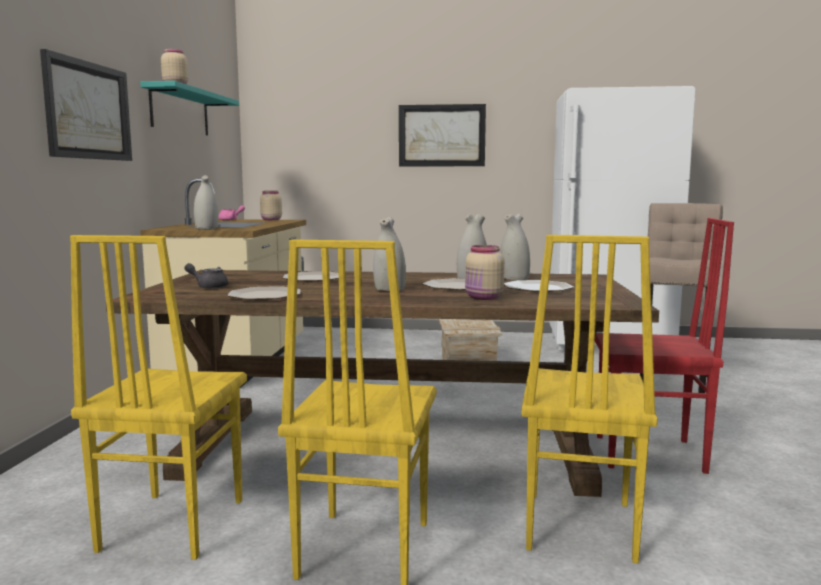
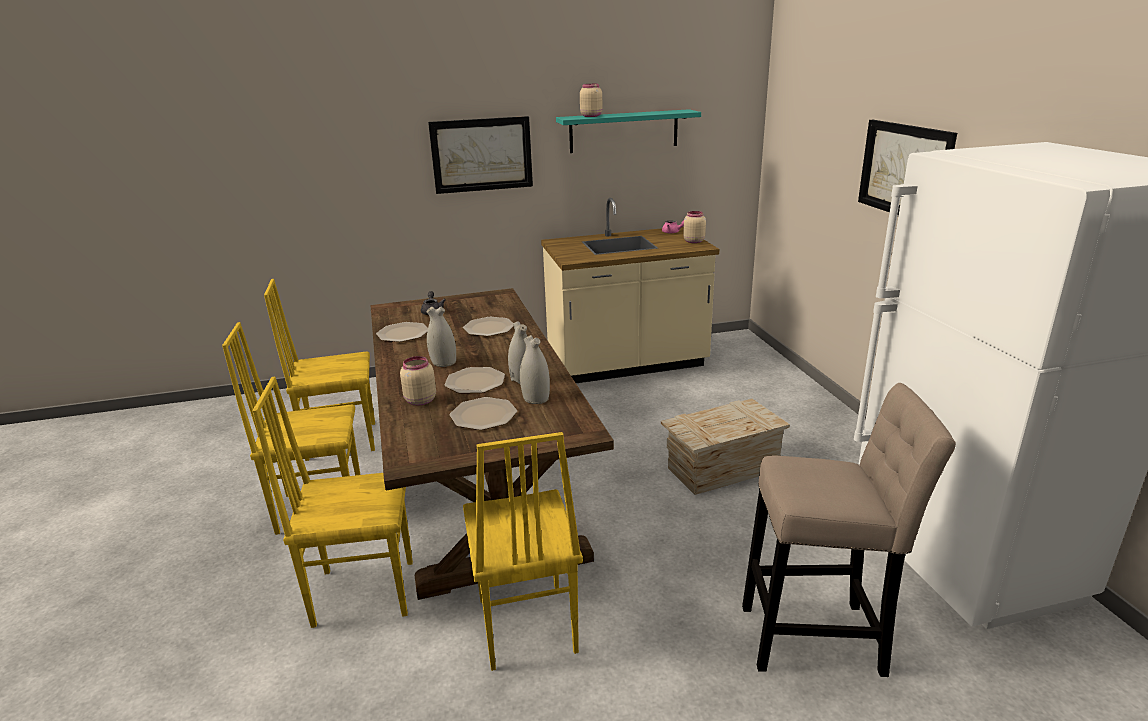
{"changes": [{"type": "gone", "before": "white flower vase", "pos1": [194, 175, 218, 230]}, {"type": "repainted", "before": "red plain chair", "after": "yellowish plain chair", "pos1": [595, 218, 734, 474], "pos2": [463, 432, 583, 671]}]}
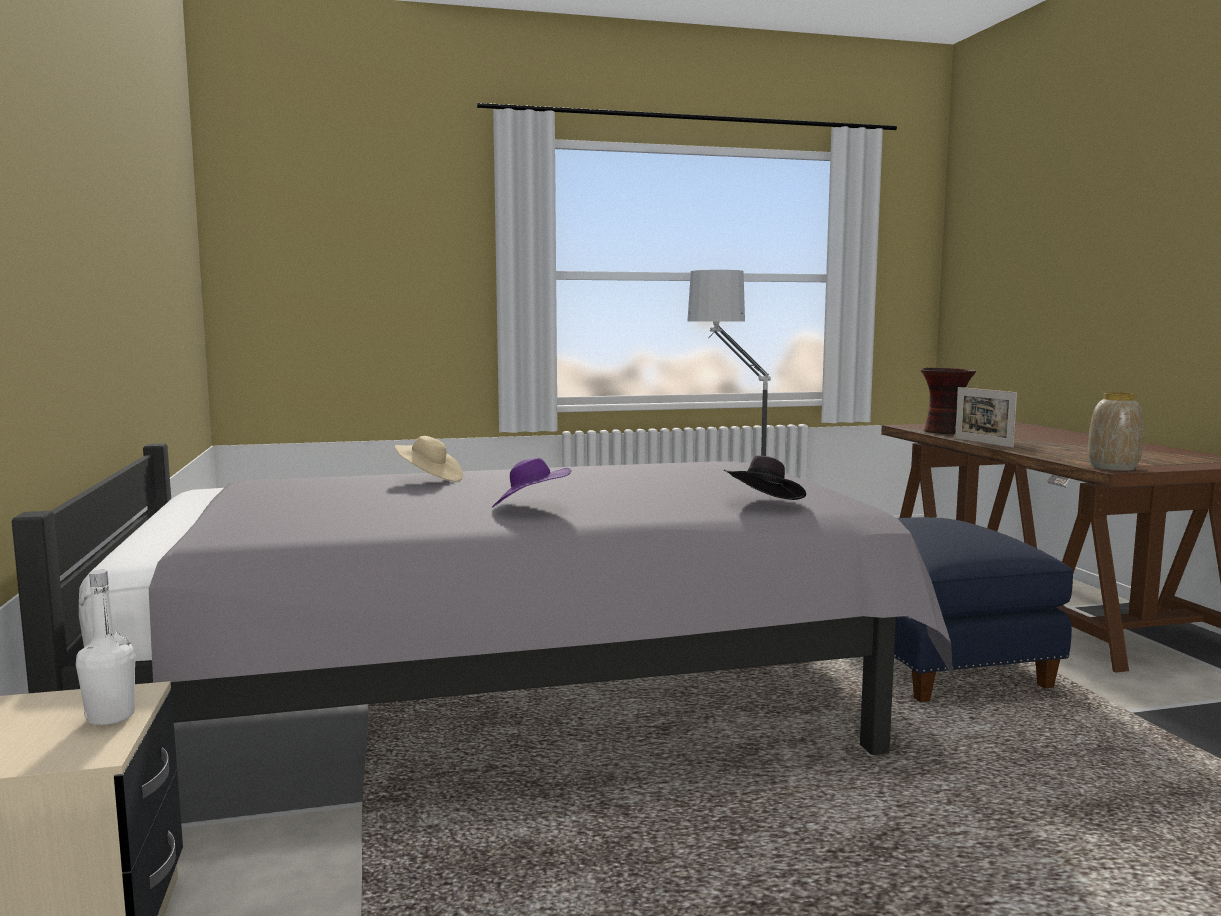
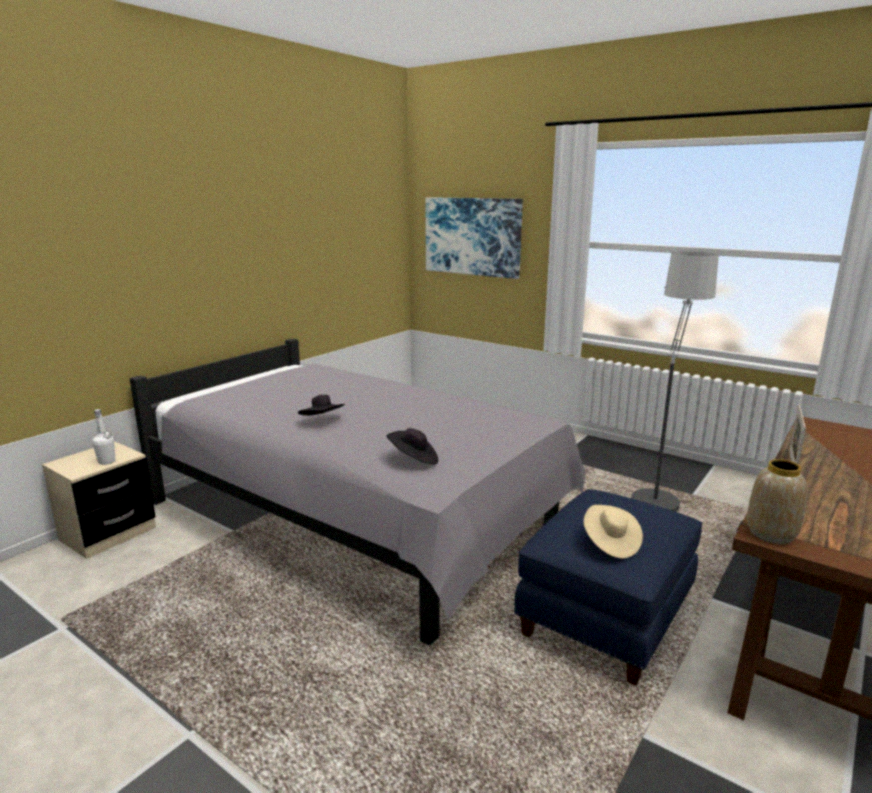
{"changes": [{"type": "shifted", "before": "beige-coloured clothing hat", "pos1": [394, 436, 463, 482], "pos2": [583, 505, 643, 559]}, {"type": "repainted", "before": "purple clothing hat", "after": "black-coloured clothing hat", "pos1": [492, 457, 571, 508], "pos2": [298, 395, 345, 416]}, {"type": "gone", "before": "flower vase", "pos1": [920, 368, 976, 434]}, {"type": "new", "after": "wall art", "pos2": [425, 197, 523, 279]}]}
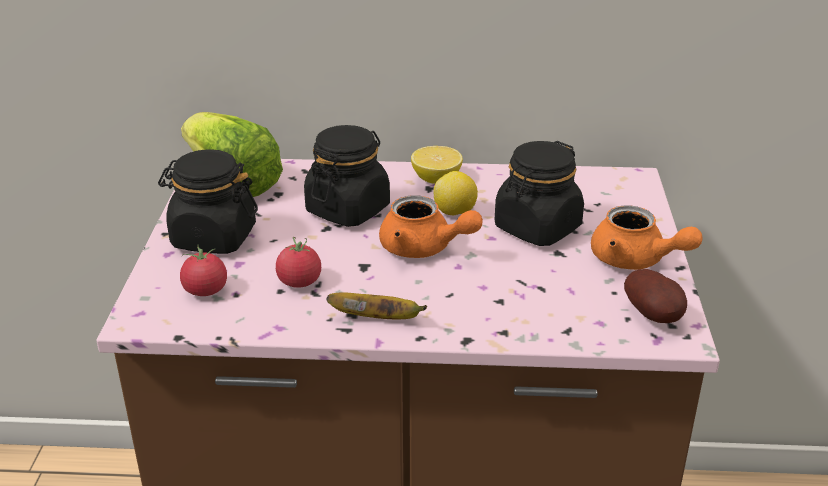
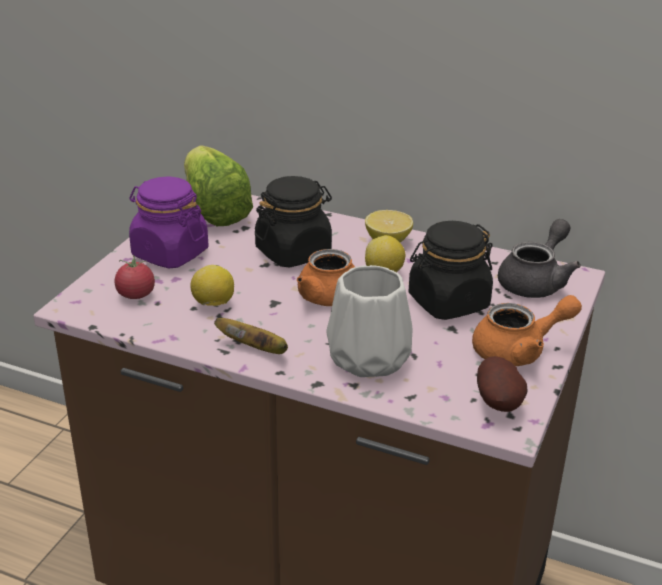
{"changes": [{"type": "repainted", "before": "black-coloured preserve jar", "after": "purple preserve jar", "pos1": [158, 149, 258, 254], "pos2": [129, 177, 209, 268]}, {"type": "swapped", "before": "fresh tomato", "after": "citrus fruit", "pos1": [276, 237, 321, 288], "pos2": [190, 265, 234, 306]}, {"type": "rotated", "before": "orangey tea pot", "pos1": [591, 205, 703, 270], "pos2": [472, 295, 582, 366], "turn": -75}, {"type": "new", "after": "white flower vase", "pos2": [326, 265, 413, 377]}, {"type": "new", "after": "gray tea pot", "pos2": [498, 219, 581, 298]}]}
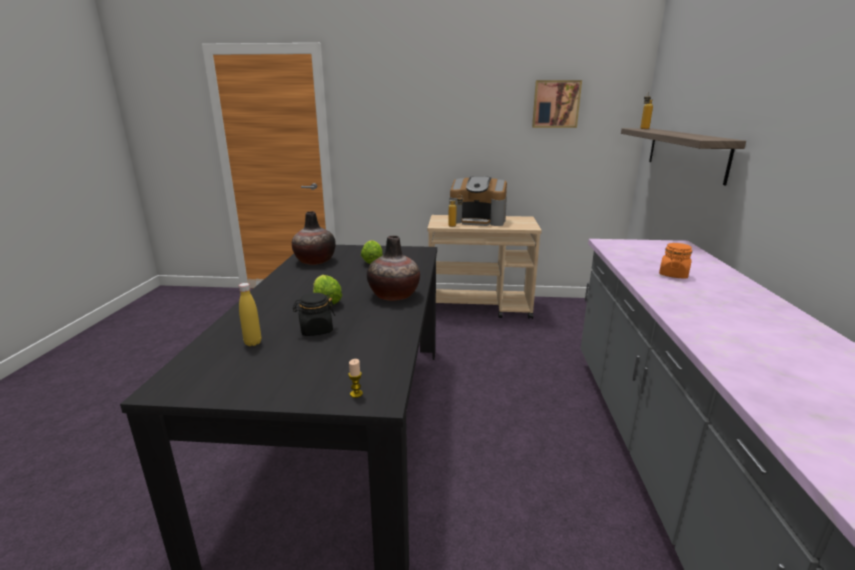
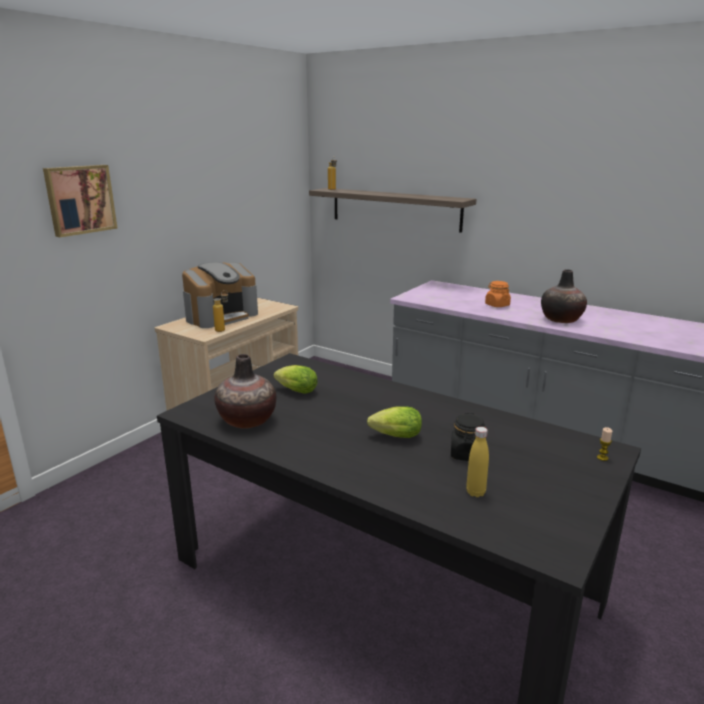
{"changes": [{"type": "shifted", "before": "flower vase", "pos1": [367, 236, 420, 301], "pos2": [541, 269, 587, 323]}, {"type": "shifted", "before": "wall art", "pos1": [532, 80, 582, 128], "pos2": [43, 165, 117, 237]}]}
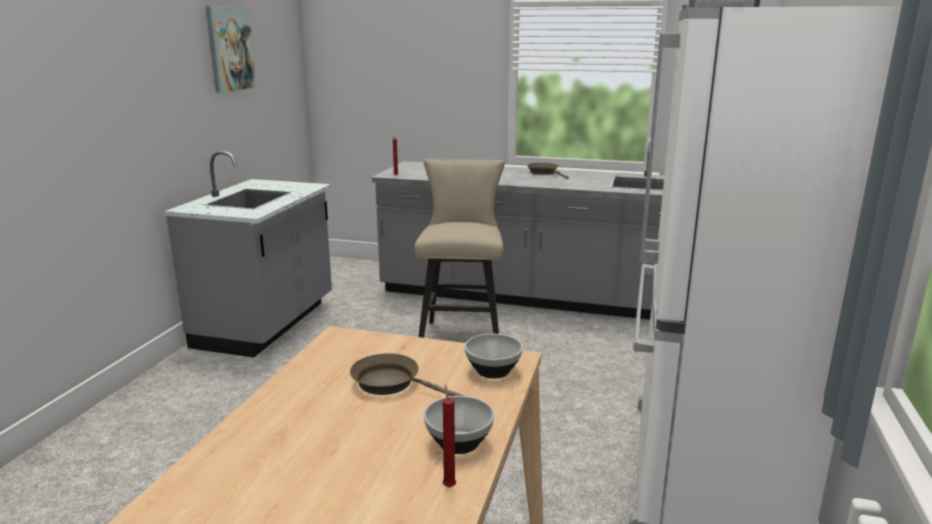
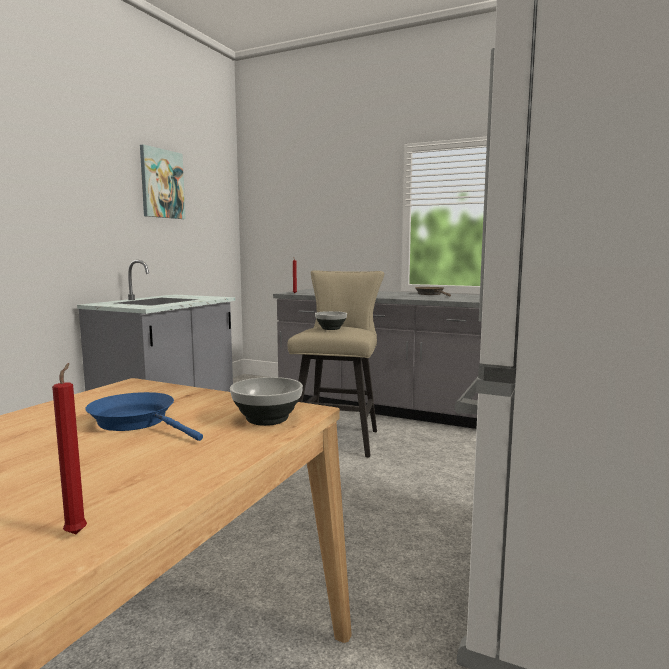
{"changes": [{"type": "repainted", "before": "brownish pan", "after": "blue-coloured pan", "pos1": [350, 353, 463, 396], "pos2": [85, 392, 203, 441]}, {"type": "shifted", "before": "serving bowl", "pos1": [424, 396, 494, 454], "pos2": [315, 311, 347, 330]}]}
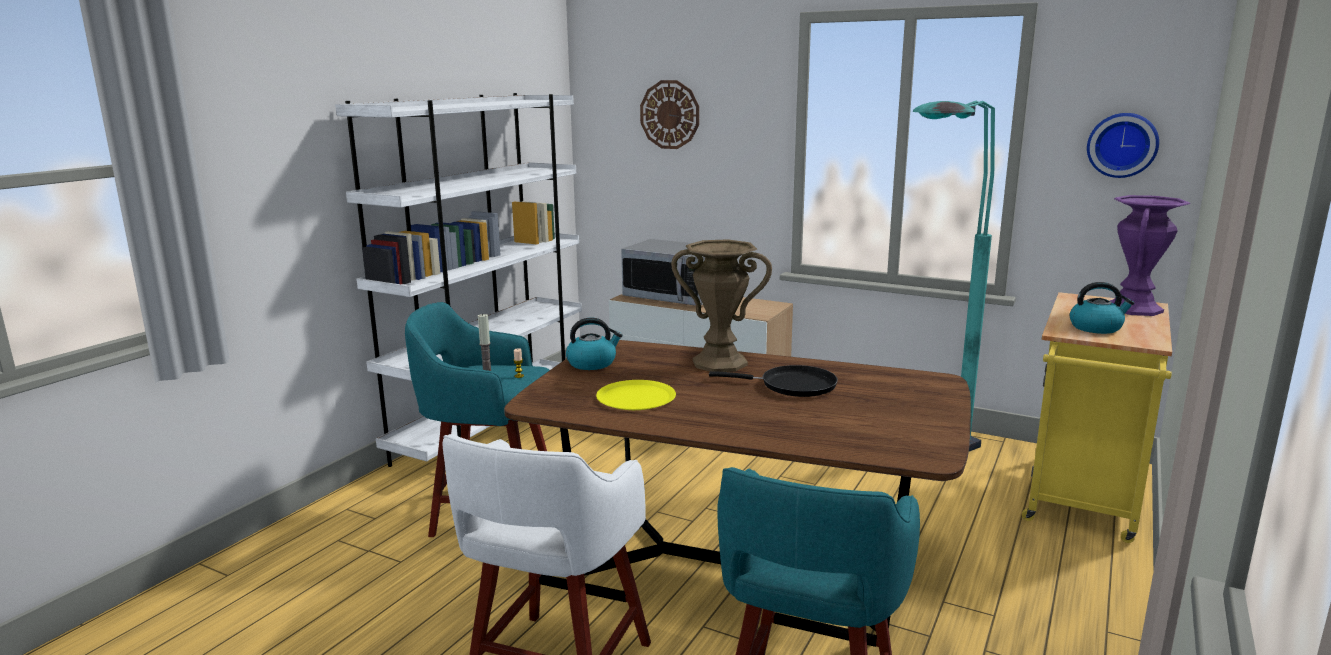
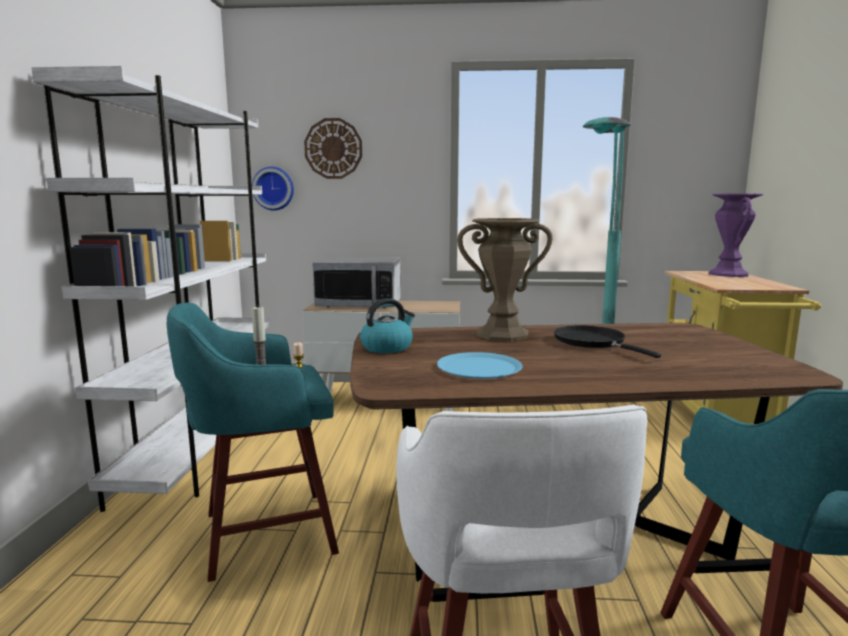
{"changes": [{"type": "repainted", "before": "yellowish plate", "after": "blue-coloured plate", "pos1": [596, 380, 676, 410], "pos2": [437, 352, 523, 379]}, {"type": "rotated", "before": "black-coloured pan", "pos1": [709, 365, 838, 397], "pos2": [554, 325, 661, 358], "turn": -105}, {"type": "gone", "before": "water kettle", "pos1": [1070, 282, 1134, 334]}, {"type": "shifted", "before": "clock on the wall", "pos1": [1087, 113, 1159, 178], "pos2": [252, 167, 294, 211]}]}
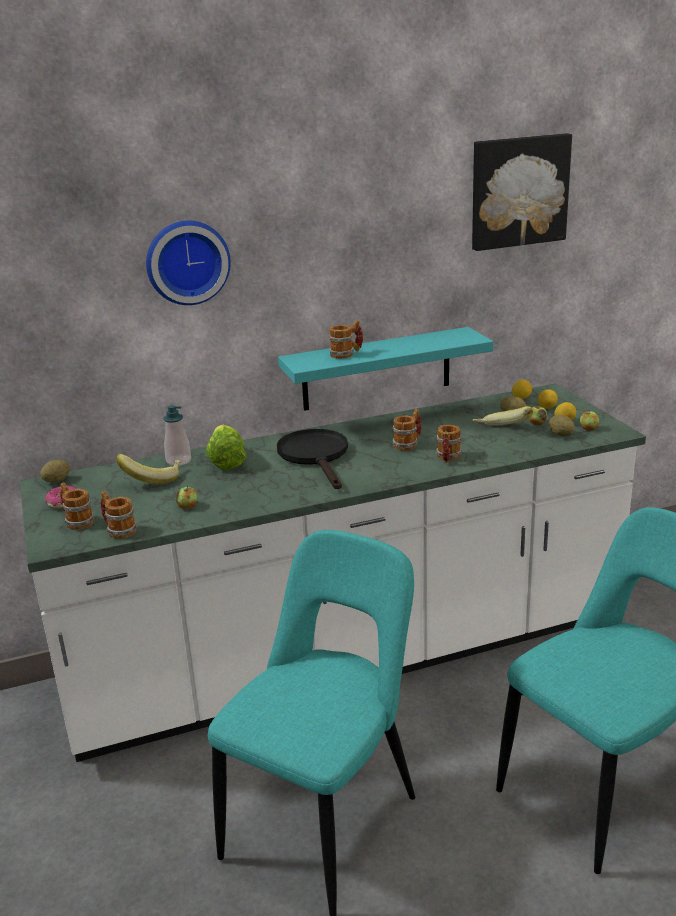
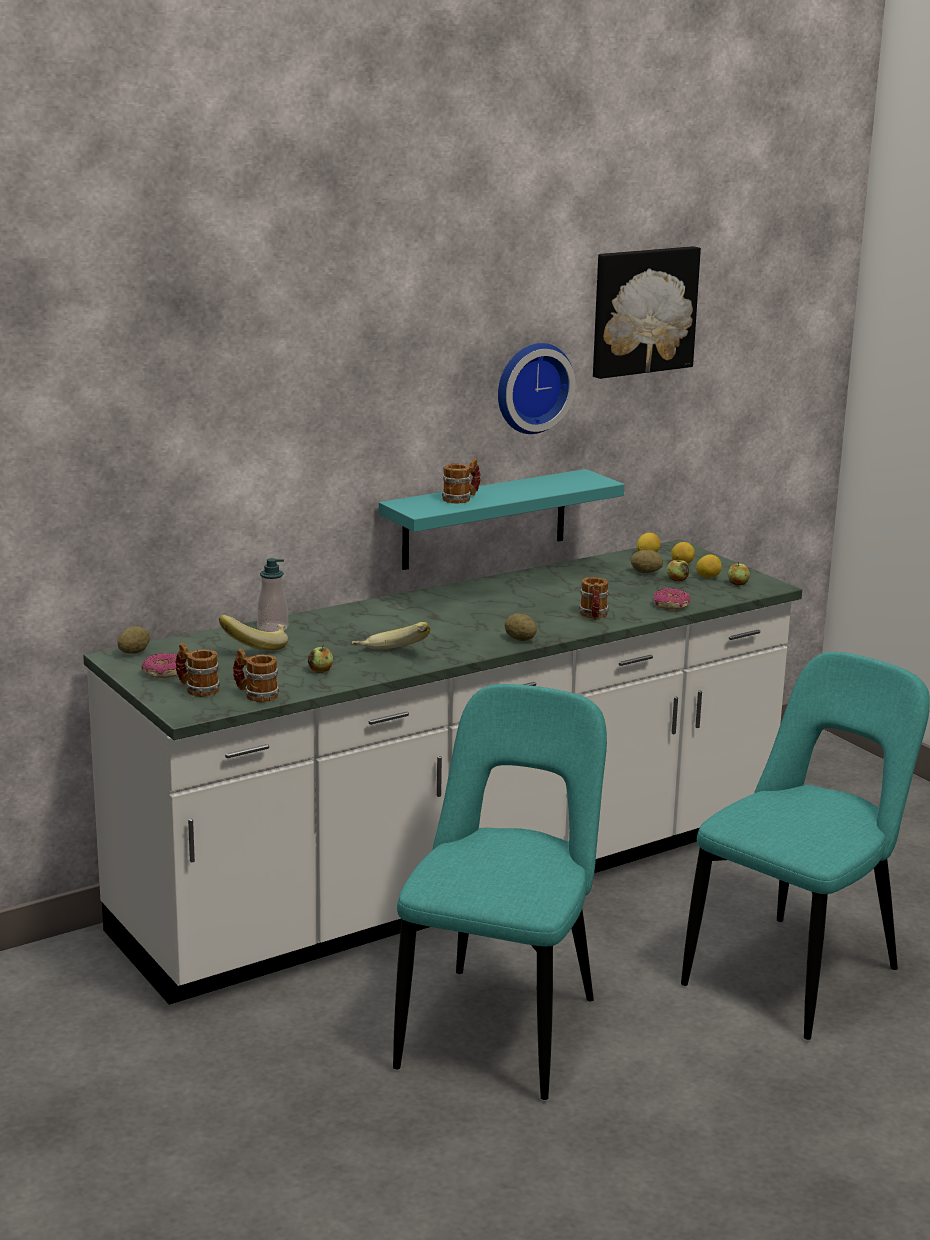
{"changes": [{"type": "shifted", "before": "clock on the wall", "pos1": [146, 220, 231, 305], "pos2": [498, 343, 575, 434]}, {"type": "gone", "before": "head of lettuce", "pos1": [206, 425, 246, 470]}, {"type": "gone", "before": "black-coloured pan", "pos1": [277, 429, 348, 489]}, {"type": "gone", "before": "coffee mug", "pos1": [392, 409, 421, 451]}, {"type": "shifted", "before": "whole banana", "pos1": [473, 406, 533, 425], "pos2": [352, 622, 430, 650]}, {"type": "shifted", "before": "whole potato", "pos1": [549, 415, 575, 437], "pos2": [504, 613, 537, 641]}, {"type": "new", "after": "donut", "pos2": [654, 588, 690, 609]}]}
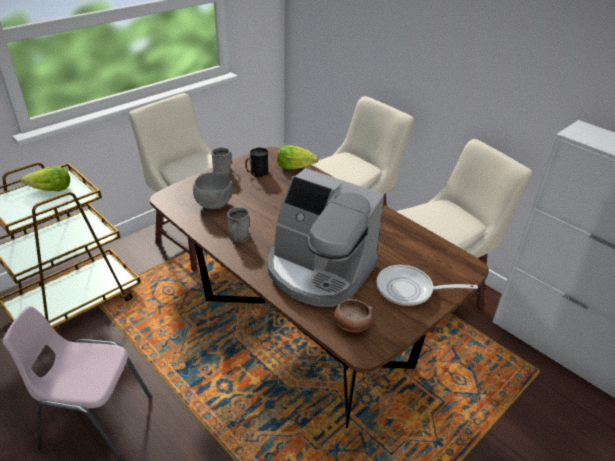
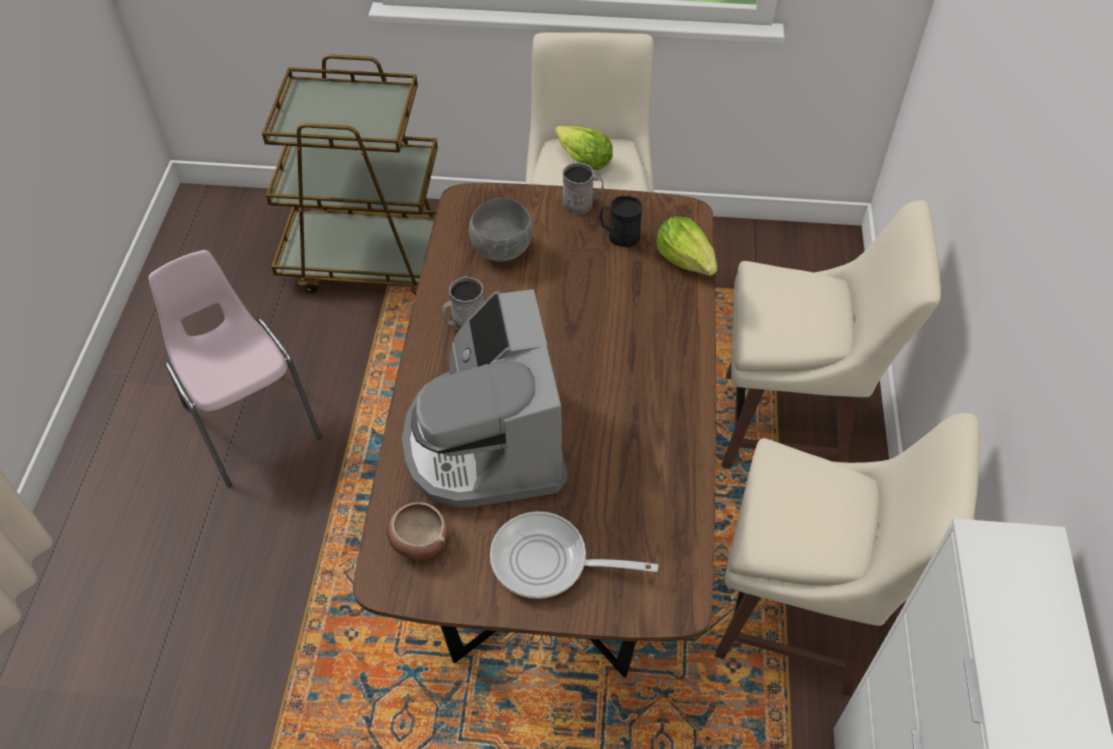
{"changes": [{"type": "shifted", "before": "head of lettuce", "pos1": [21, 166, 70, 191], "pos2": [555, 125, 613, 170]}, {"type": "rotated", "before": "pan", "pos1": [376, 265, 478, 306], "pos2": [490, 511, 658, 599], "turn": -45}]}
